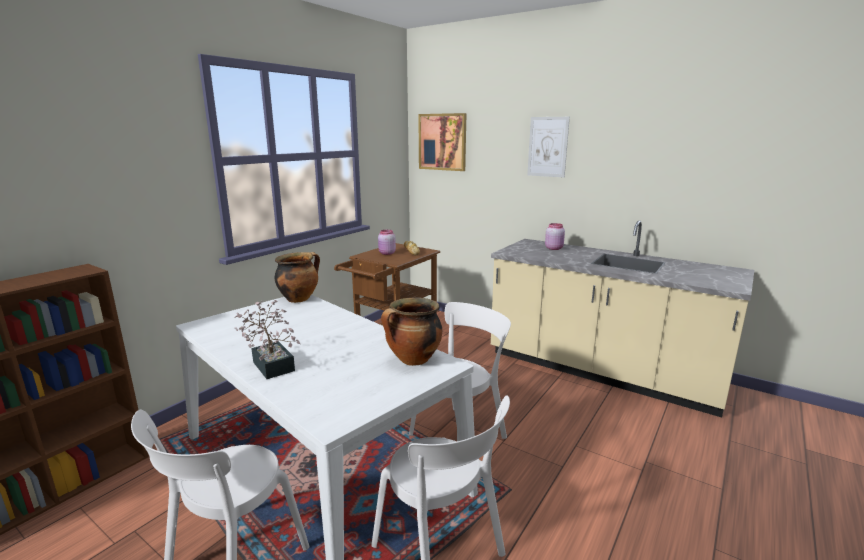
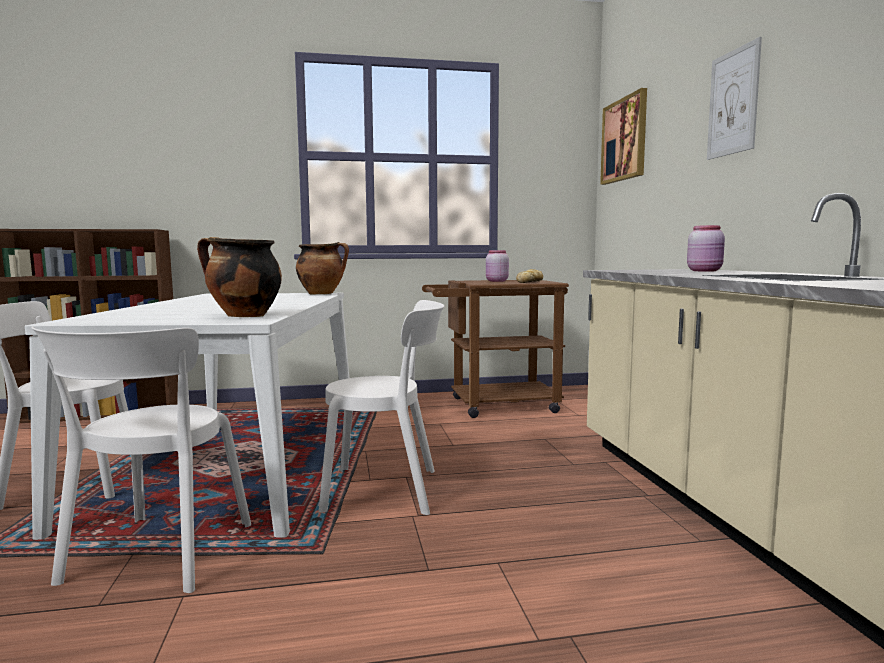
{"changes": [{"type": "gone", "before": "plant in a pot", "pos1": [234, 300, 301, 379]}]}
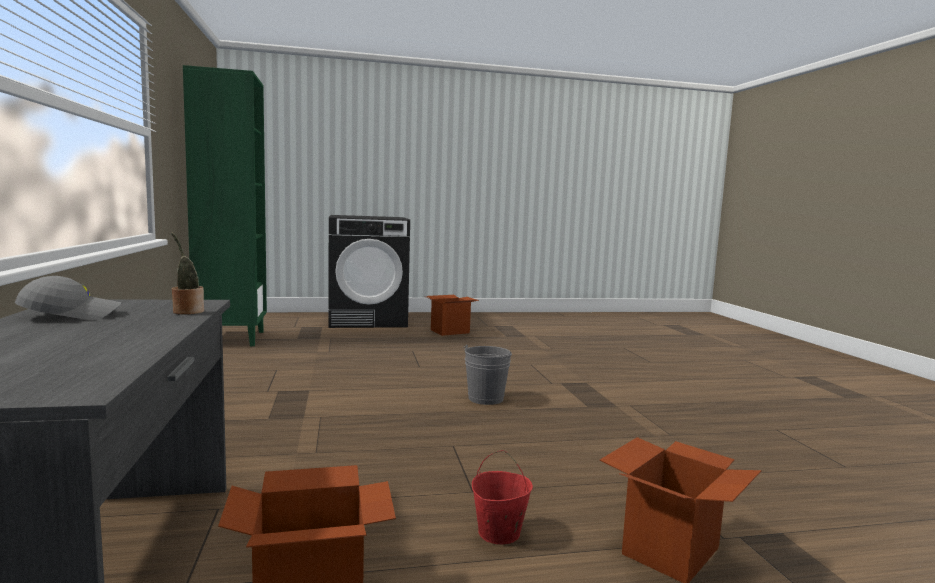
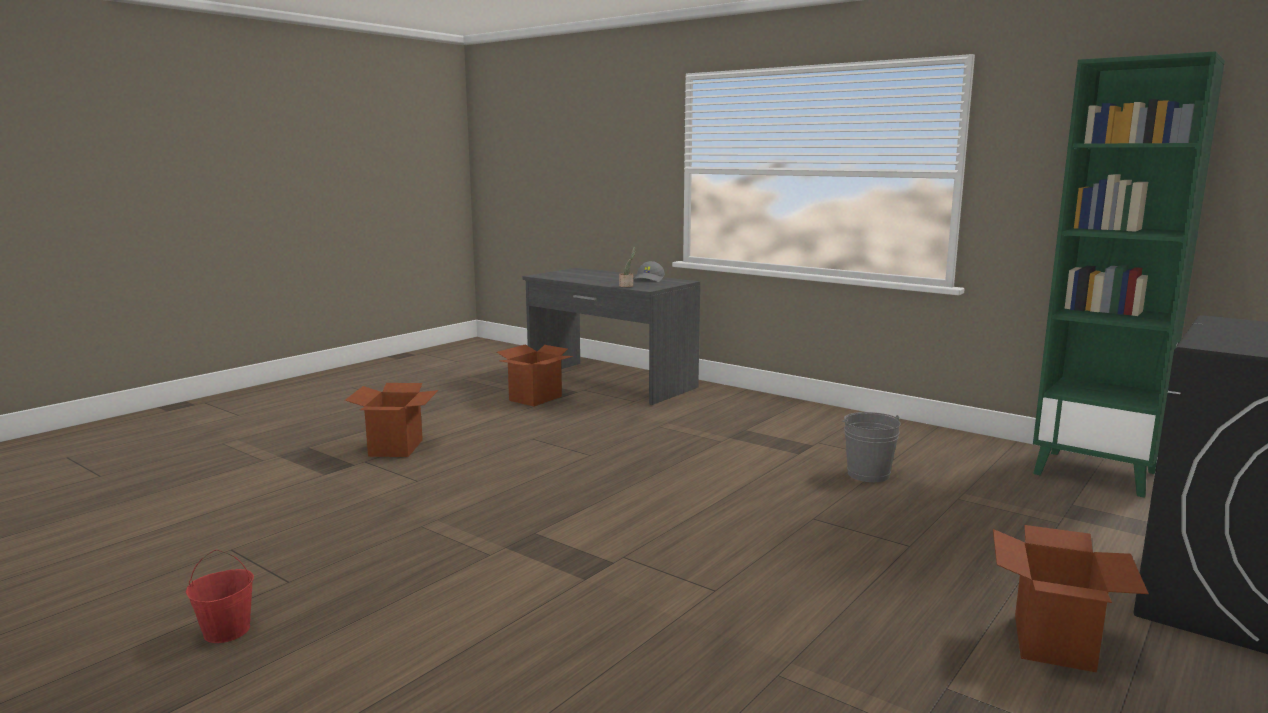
{"changes": [{"type": "shifted", "before": "gray bucket", "pos1": [463, 345, 512, 405], "pos2": [842, 412, 901, 482]}, {"type": "shifted", "before": "red bucket", "pos1": [472, 450, 533, 545], "pos2": [186, 549, 254, 643]}]}
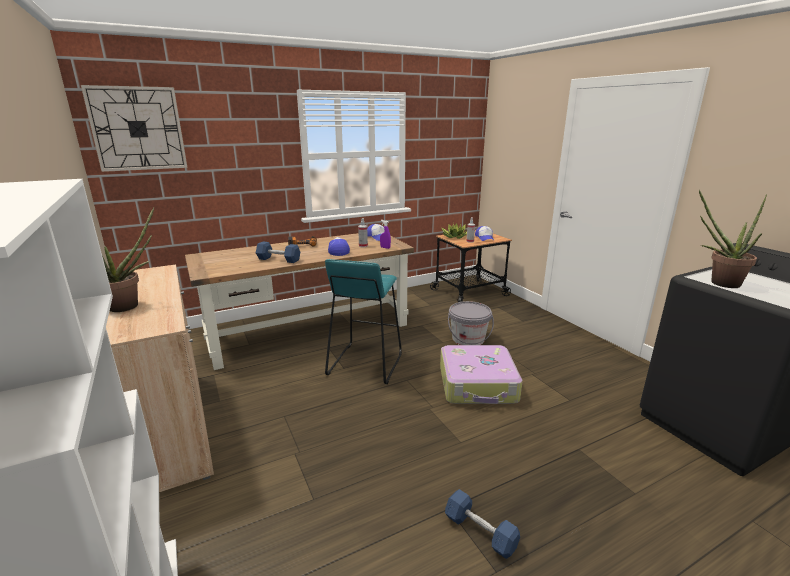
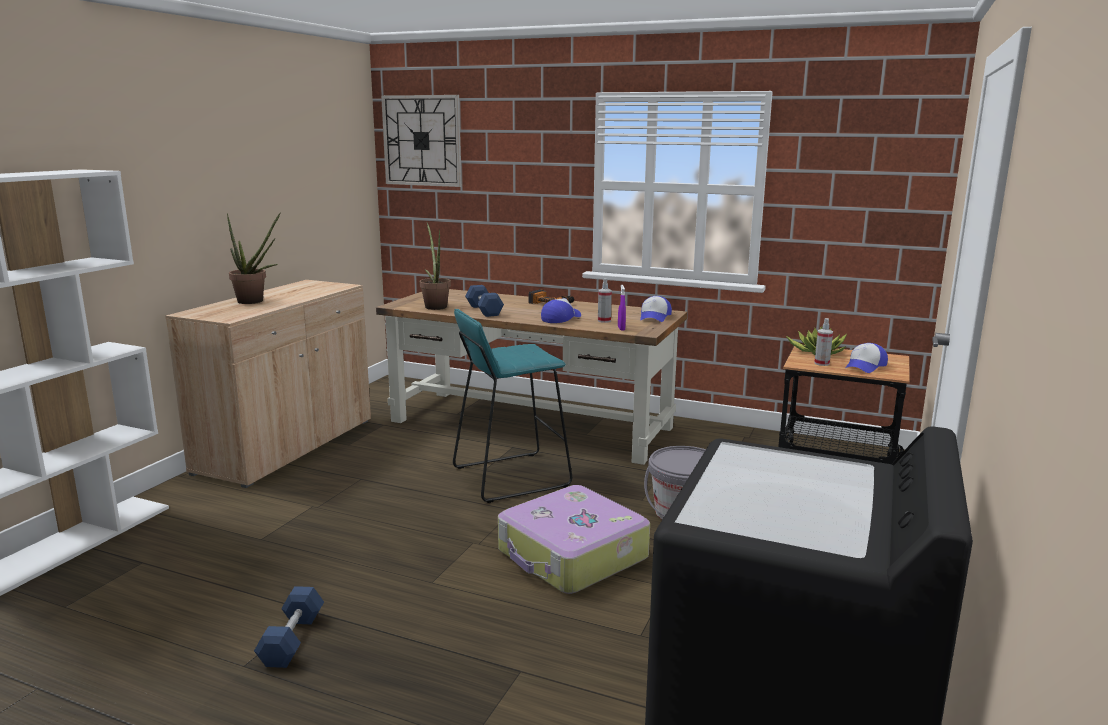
{"changes": [{"type": "shifted", "before": "plant in a pot", "pos1": [699, 190, 767, 288], "pos2": [419, 222, 451, 310]}]}
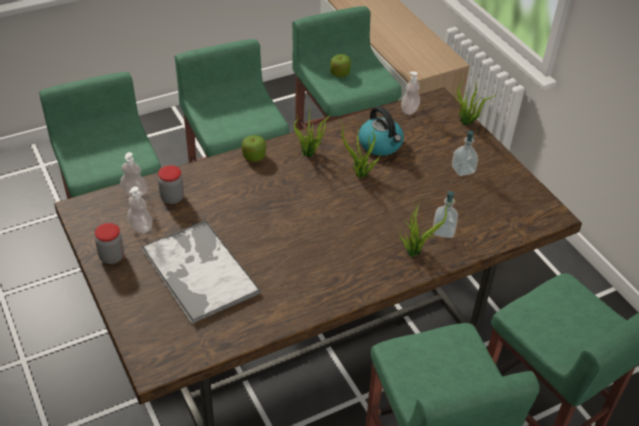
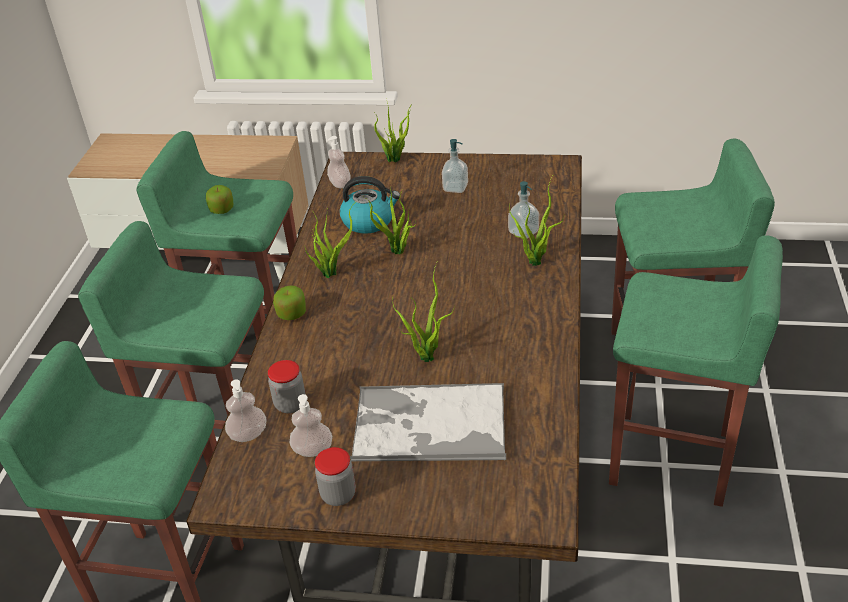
{"changes": [{"type": "new", "after": "plant in a pot", "pos2": [392, 263, 454, 362]}]}
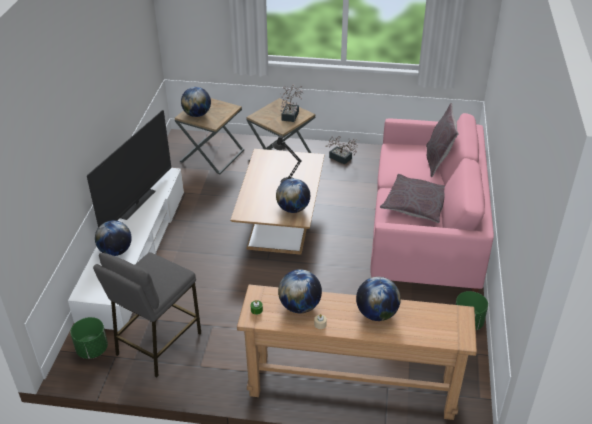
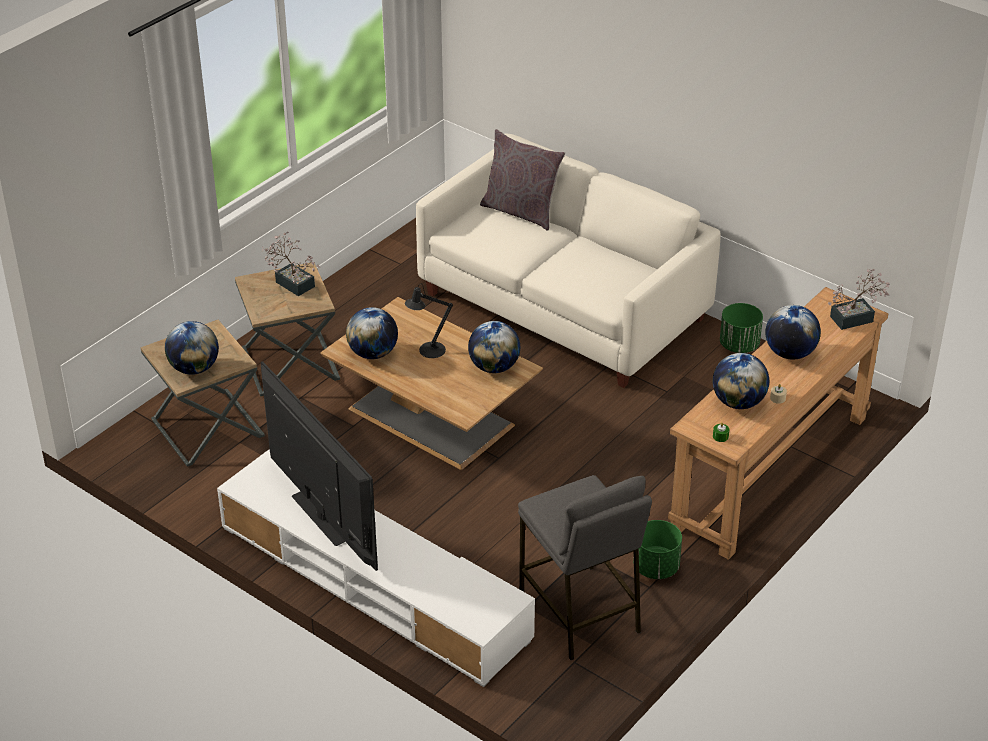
{"changes": [{"type": "shifted", "before": "greenish planter", "pos1": [70, 317, 108, 359], "pos2": [633, 520, 682, 579]}, {"type": "shifted", "before": "globe", "pos1": [95, 220, 132, 256], "pos2": [346, 307, 398, 359]}, {"type": "shifted", "before": "plant in a pot", "pos1": [325, 136, 359, 165], "pos2": [828, 269, 890, 330]}, {"type": "repainted", "before": "pink-coloured settee", "after": "white settee", "pos1": [371, 113, 494, 293], "pos2": [416, 133, 721, 388]}, {"type": "gone", "before": "gray cushion", "pos1": [380, 174, 445, 223]}]}
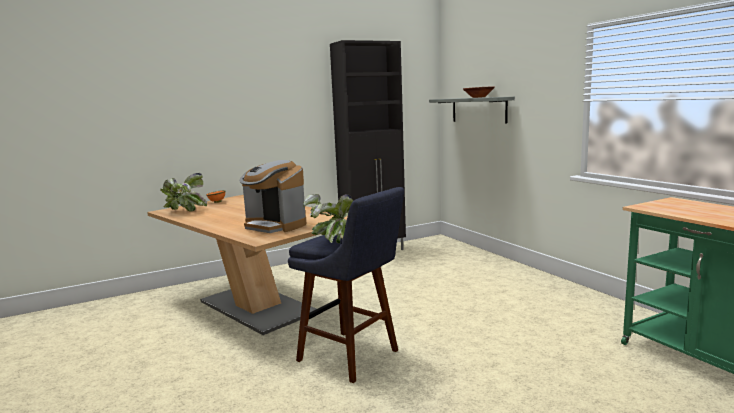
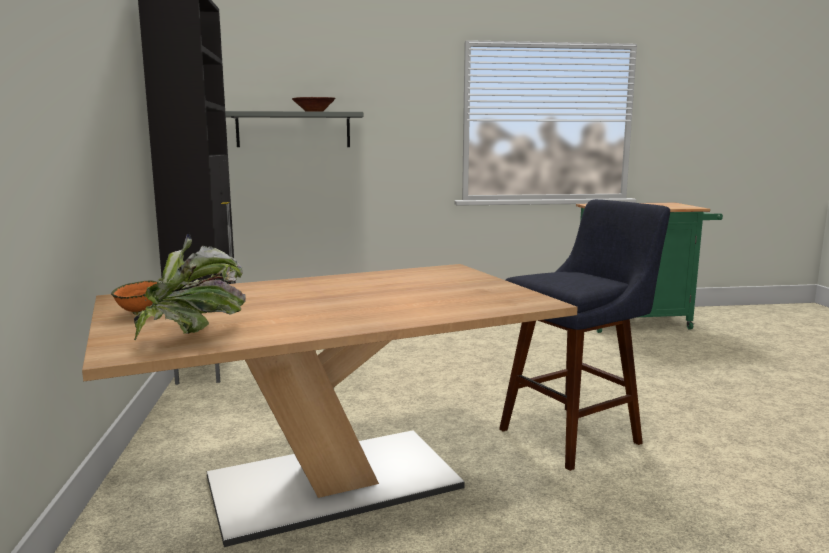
{"changes": [{"type": "gone", "before": "coffee maker", "pos1": [239, 160, 306, 233]}, {"type": "gone", "before": "plant in a pot", "pos1": [303, 194, 353, 244]}]}
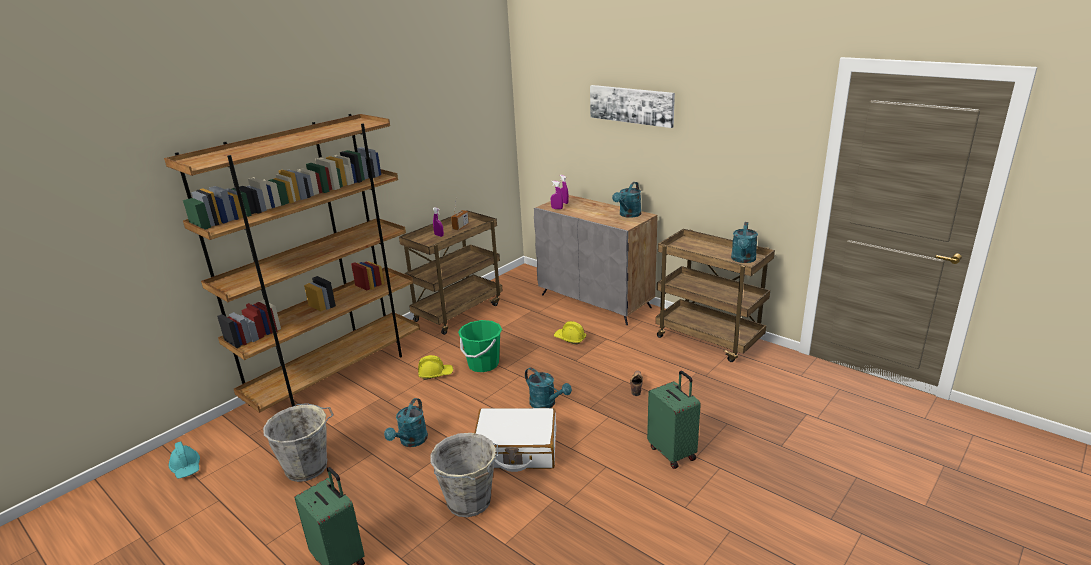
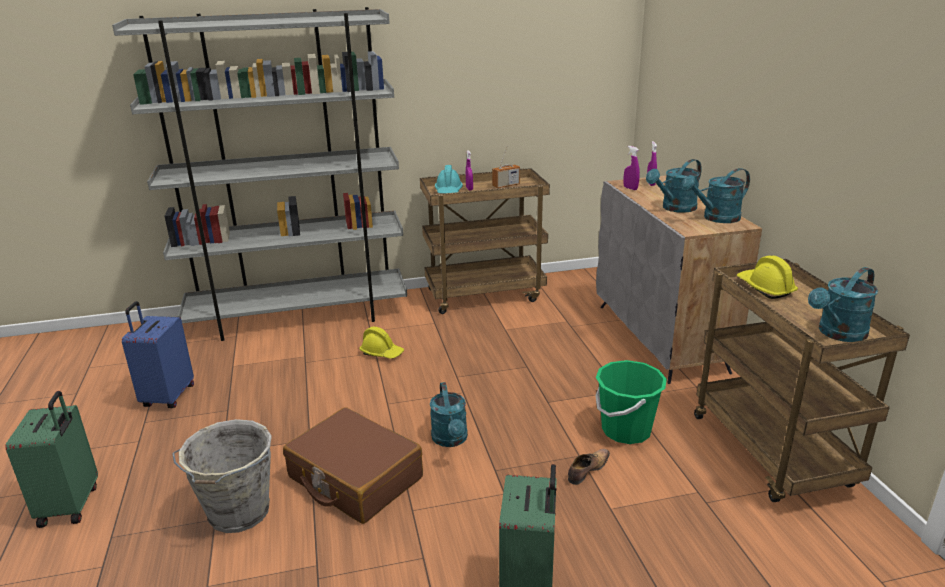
{"changes": [{"type": "repainted", "before": "brownish shelving unit", "after": "gray shelving unit", "pos1": [164, 114, 420, 413], "pos2": [112, 7, 407, 341]}, {"type": "shifted", "before": "turquoise-coloured hard hat", "pos1": [169, 441, 200, 478], "pos2": [435, 165, 463, 194]}, {"type": "swapped", "before": "gray bucket", "after": "blue-coloured piece of luggage", "pos1": [263, 403, 334, 482], "pos2": [122, 301, 194, 408]}, {"type": "shifted", "before": "turquoise-coloured watering can", "pos1": [384, 398, 428, 447], "pos2": [646, 159, 702, 213]}, {"type": "shifted", "before": "greenish bucket", "pos1": [458, 320, 502, 372], "pos2": [595, 360, 667, 444]}, {"type": "repainted", "before": "white piece of luggage", "after": "brownish piece of luggage", "pos1": [474, 408, 556, 472], "pos2": [283, 407, 423, 524]}, {"type": "shifted", "before": "yellowish hard hat", "pos1": [554, 321, 587, 345], "pos2": [737, 255, 798, 299]}, {"type": "gone", "before": "wall art", "pos1": [590, 85, 675, 128]}]}
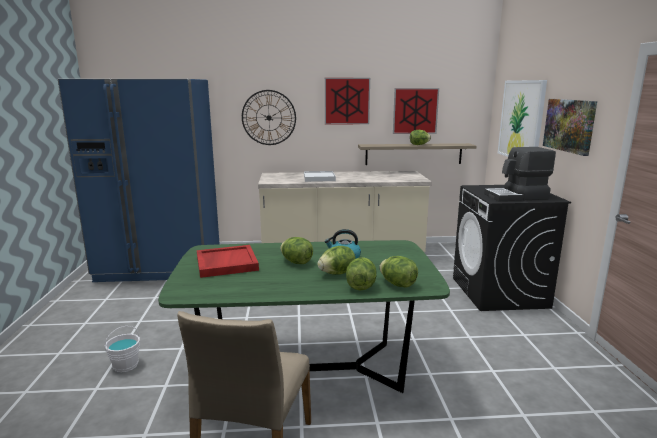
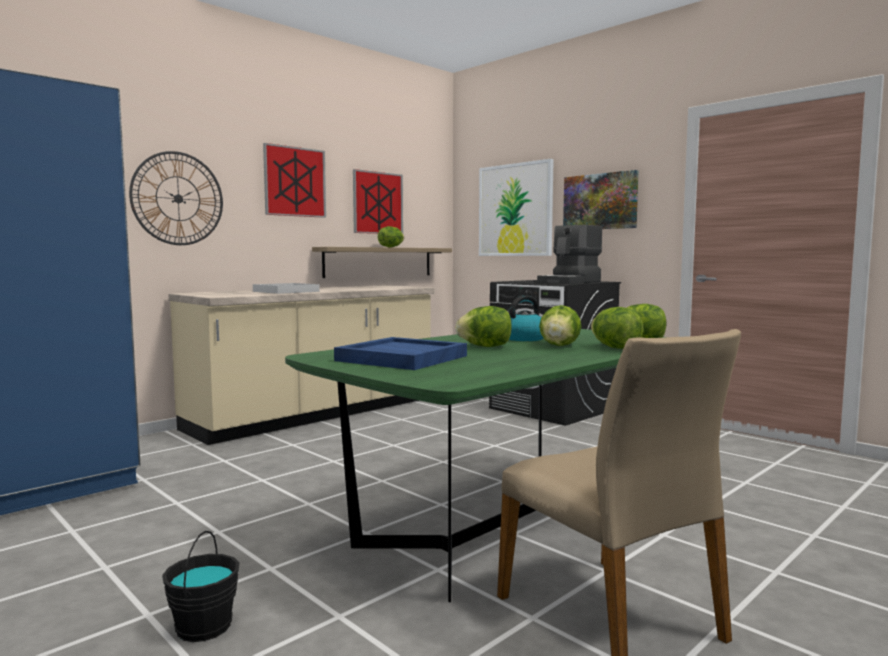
{"changes": [{"type": "repainted", "before": "white bucket", "after": "black-coloured bucket", "pos1": [104, 326, 140, 372], "pos2": [162, 531, 239, 642]}, {"type": "repainted", "before": "red carrying tray", "after": "blue-coloured carrying tray", "pos1": [197, 245, 259, 278], "pos2": [334, 337, 467, 370]}]}
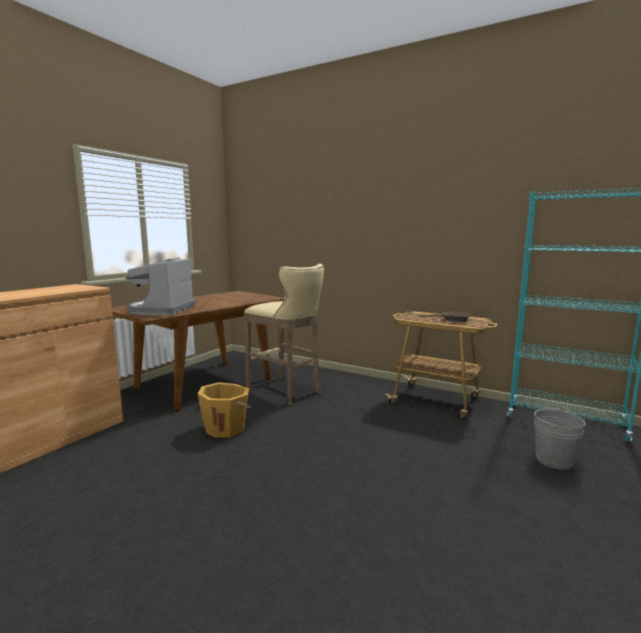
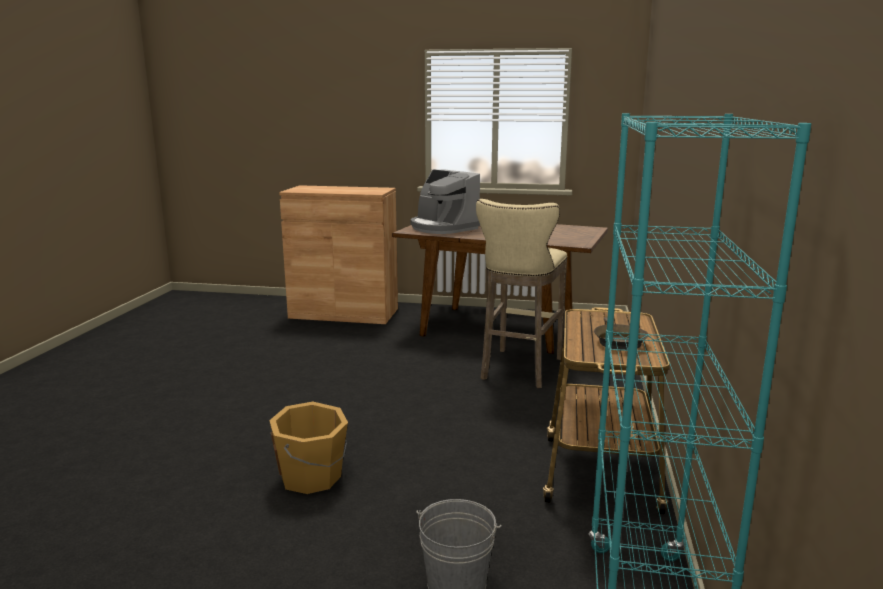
{"changes": [{"type": "rotated", "before": "coffee maker", "pos1": [126, 258, 196, 316], "pos2": [411, 169, 480, 234], "turn": -120}, {"type": "shifted", "before": "orangey bucket", "pos1": [198, 382, 251, 438], "pos2": [269, 402, 348, 494]}]}
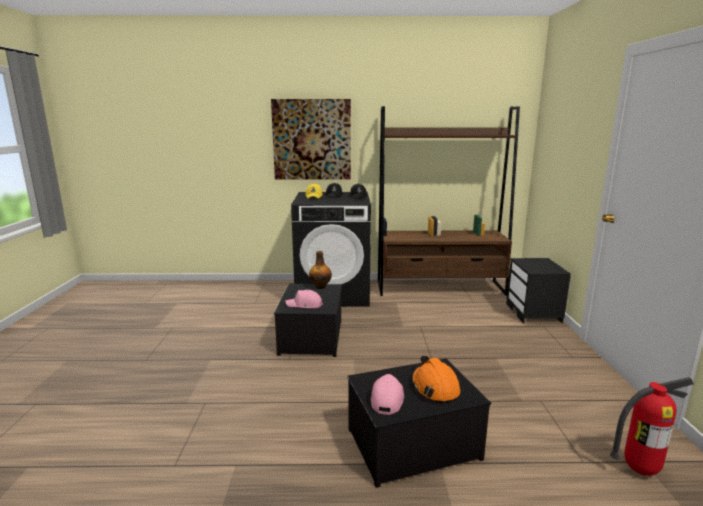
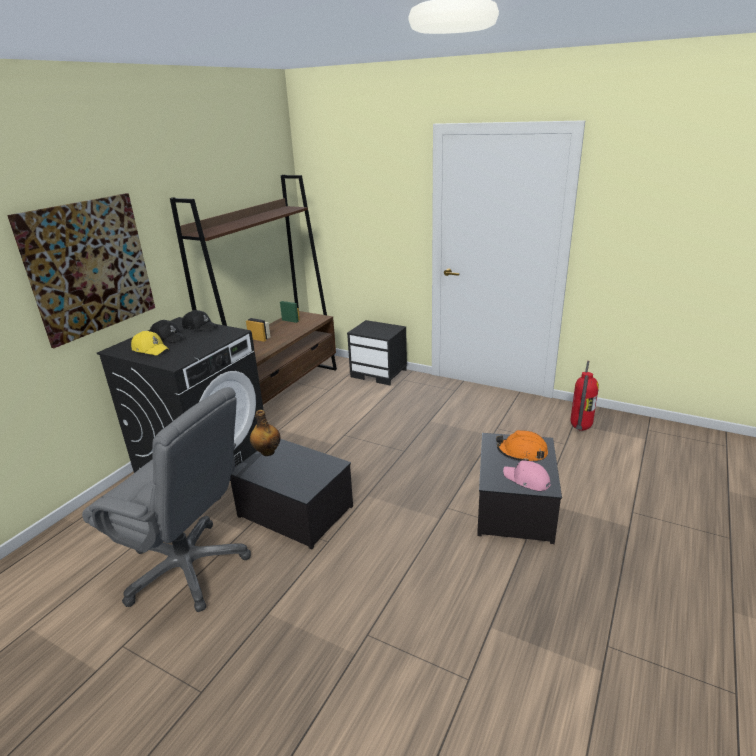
{"changes": [{"type": "gone", "before": "pink-coloured cap", "pos1": [285, 290, 323, 308]}, {"type": "new", "after": "gray computer chair", "pos2": [82, 387, 251, 612]}]}
